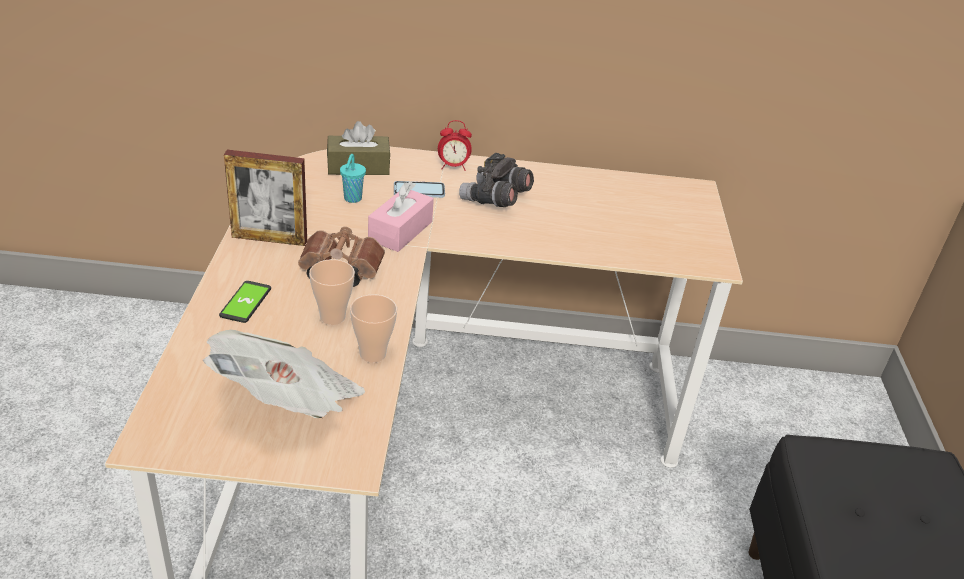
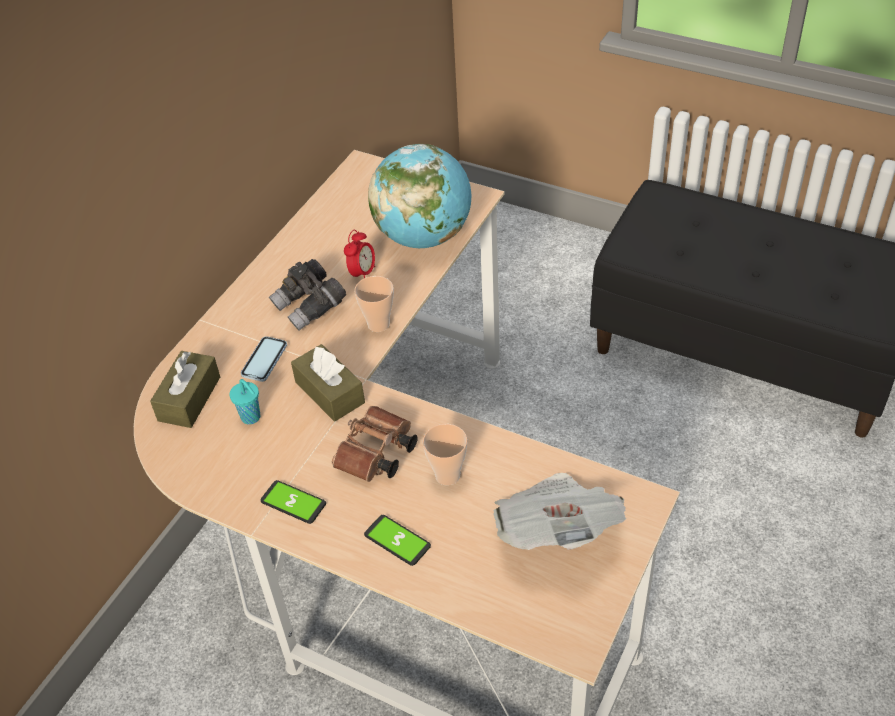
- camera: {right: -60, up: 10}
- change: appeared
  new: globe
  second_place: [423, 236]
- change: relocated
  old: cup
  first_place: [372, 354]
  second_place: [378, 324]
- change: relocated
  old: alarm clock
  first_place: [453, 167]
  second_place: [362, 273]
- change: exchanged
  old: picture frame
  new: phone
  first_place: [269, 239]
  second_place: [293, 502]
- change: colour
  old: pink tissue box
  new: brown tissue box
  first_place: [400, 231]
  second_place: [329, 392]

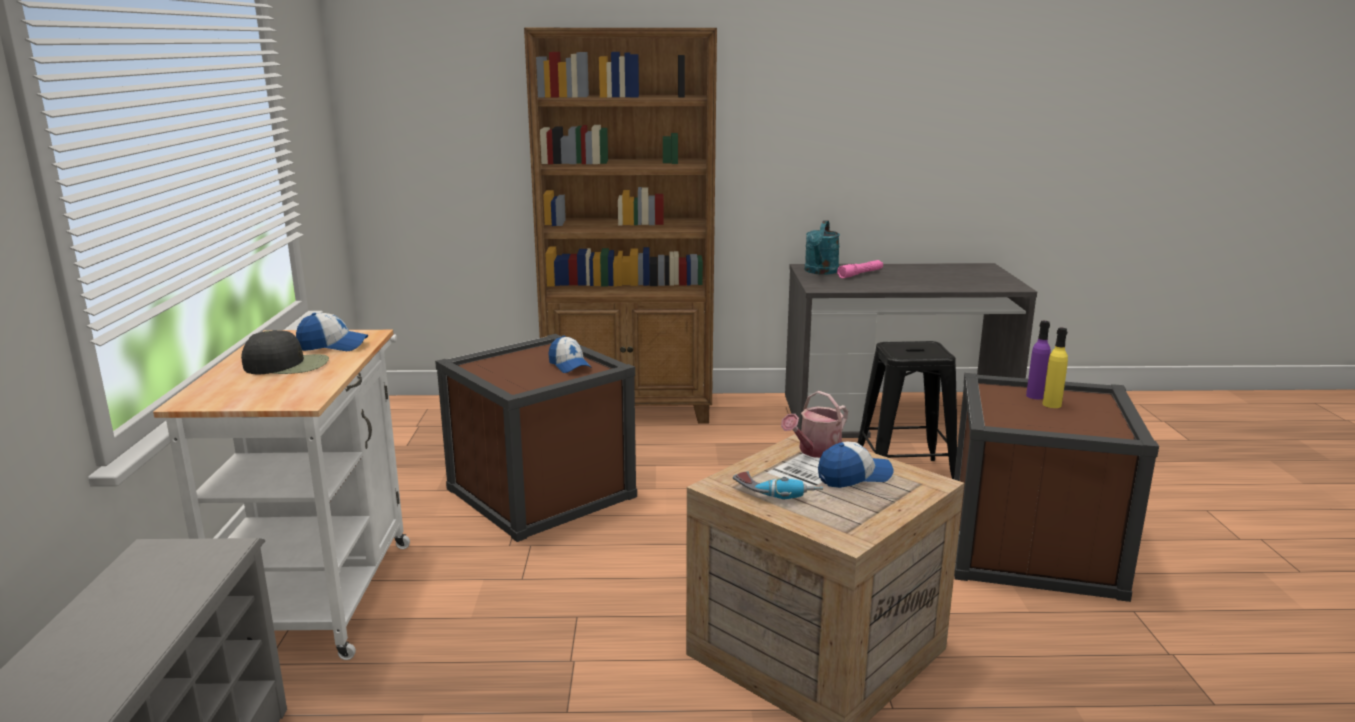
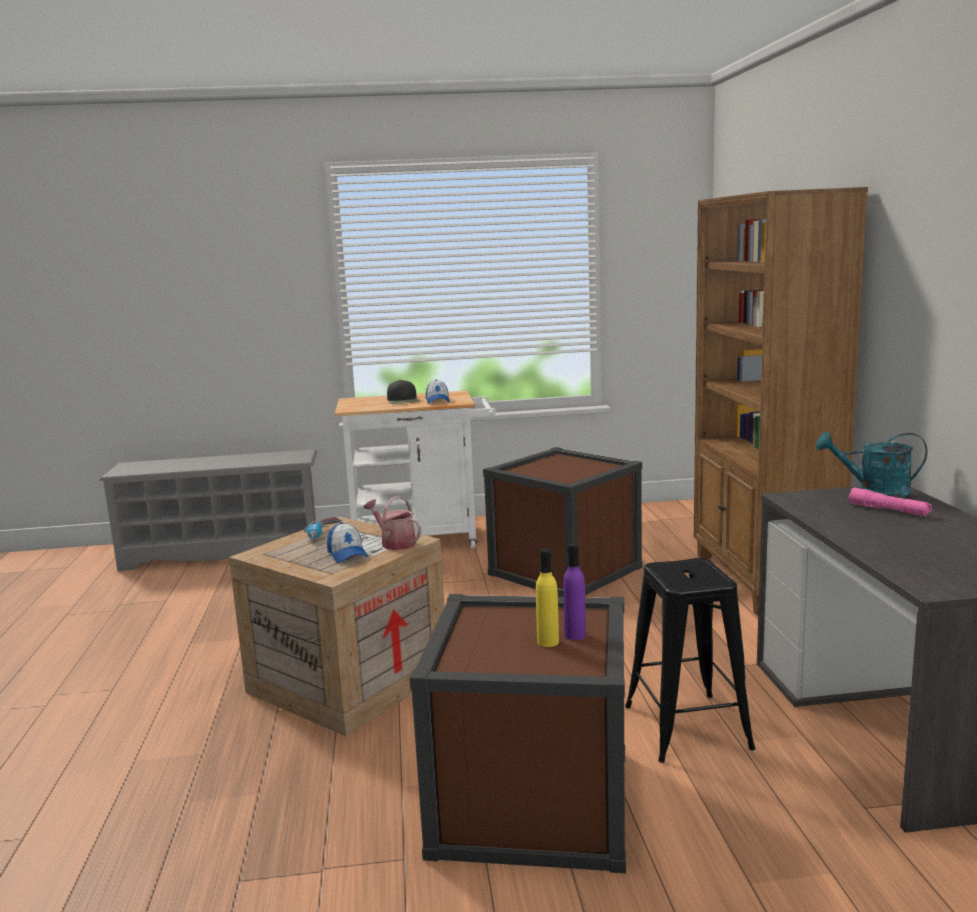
- camera: {right: 85, up: -5}
- change: missing
  old: cap
  first_place: [569, 365]

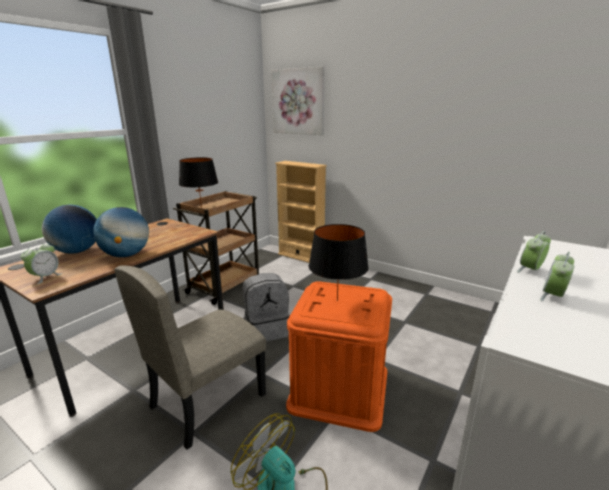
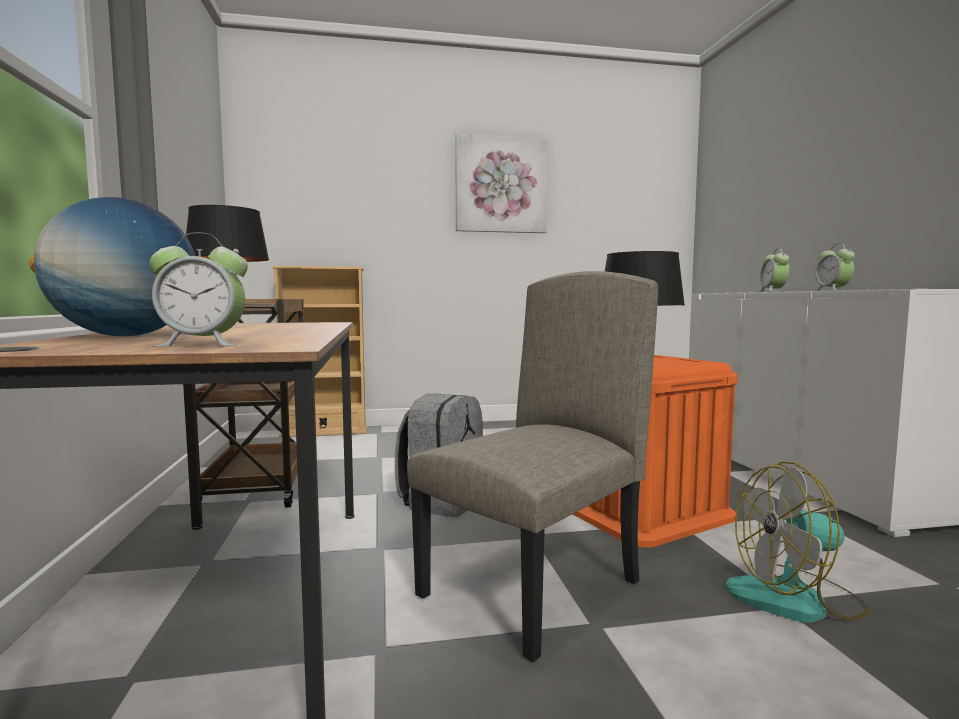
- camera: {right: -45, up: -15}
- change: missing
  old: globe
  first_place: [126, 255]
- change: relocated
  old: picture
  first_place: [298, 102]
  second_place: [500, 185]
- change: spun
  old: alarm clock
  first_place: [45, 277]
  second_place: [203, 344]
  degrees: 105
- change: spun
  old: beige chair
  first_place: [207, 400]
  second_place: [532, 589]
  degrees: -135

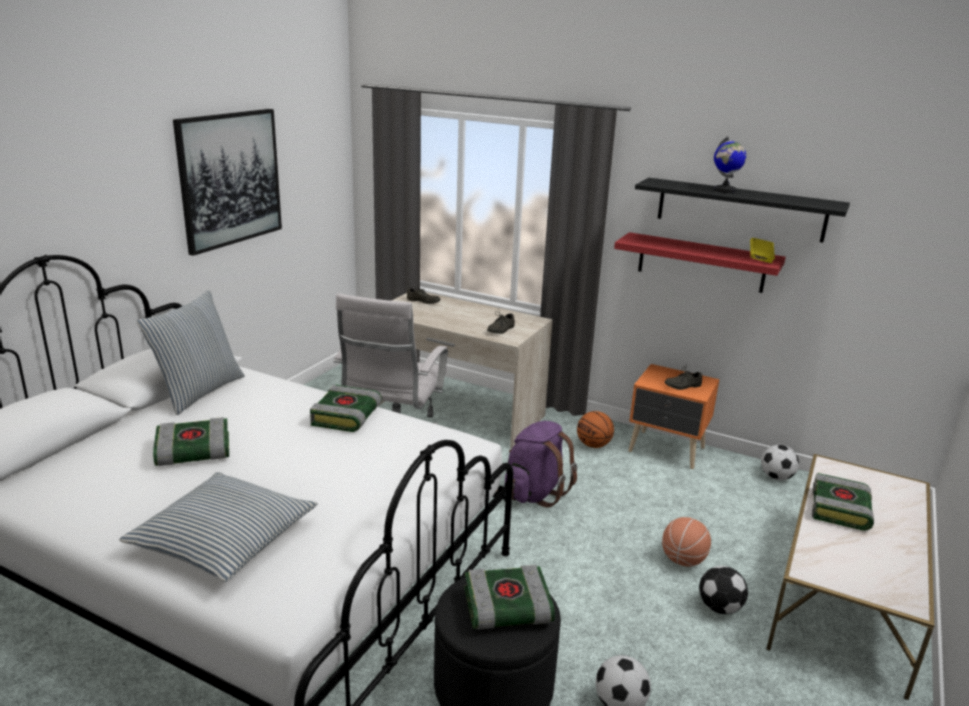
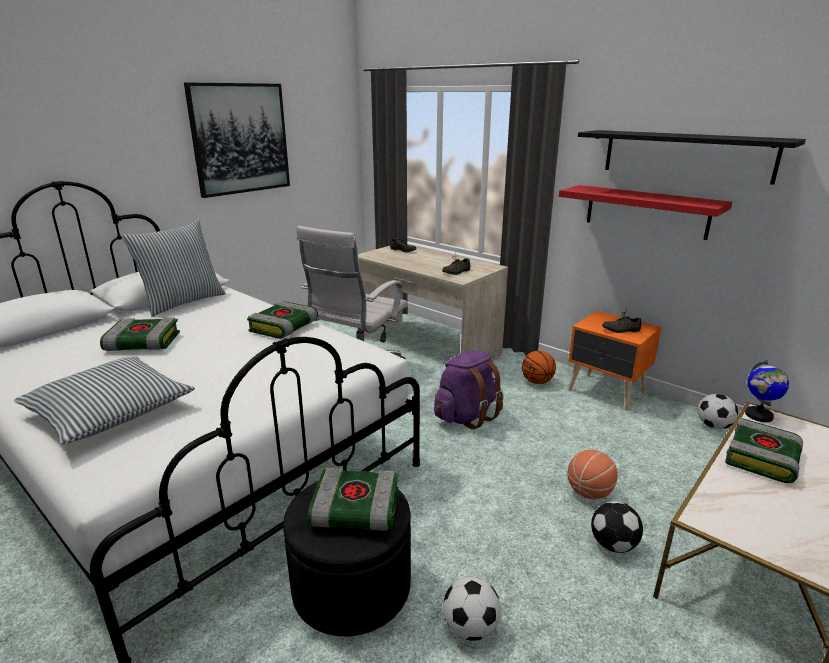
- camera: {right: 15, up: 0}
- change: missing
  old: yellow book
  first_place: [760, 258]
- change: relocated
  old: globe
  first_place: [724, 190]
  second_place: [758, 415]

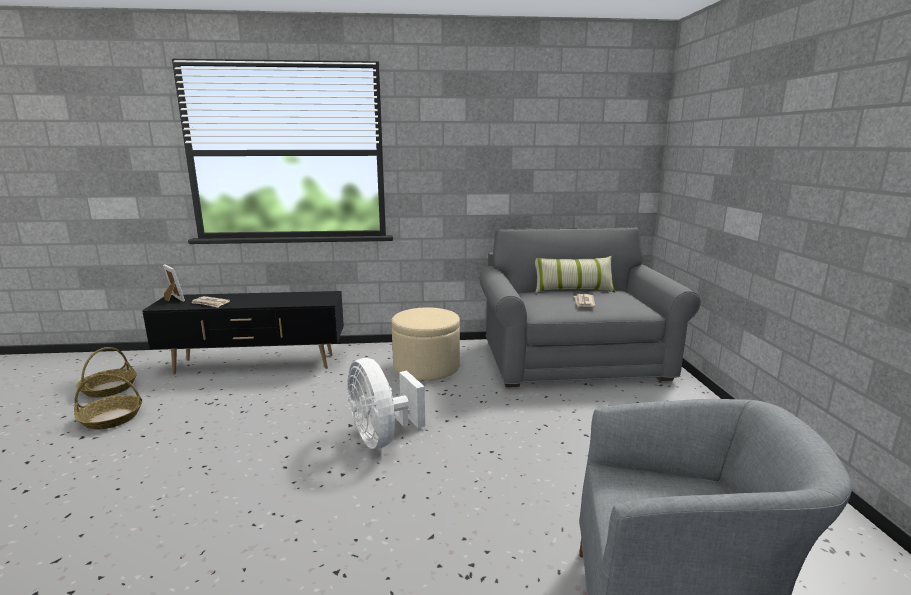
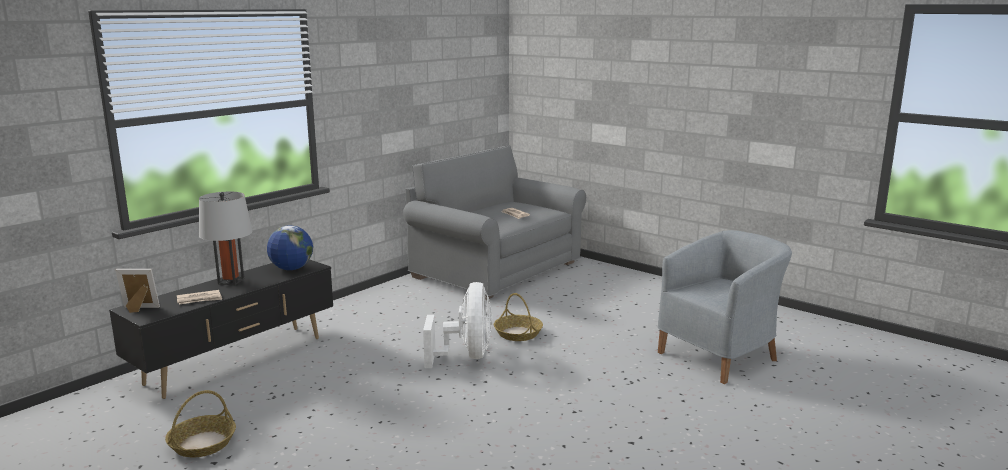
- camera: {right: -45, up: 0}
- change: missing
  old: beige ottoman
  first_place: [426, 368]
- change: missing
  old: pillow
  first_place: [573, 290]
- change: appeared
  new: grey table lamp
  second_place: [231, 281]
- change: appeared
  new: globe
  second_place: [291, 269]
- change: relocated
  old: basket
  first_place: [109, 388]
  second_place: [517, 333]
- change: spun
  old: white fan
  first_place: [382, 437]
  second_place: [466, 356]
  degrees: -105

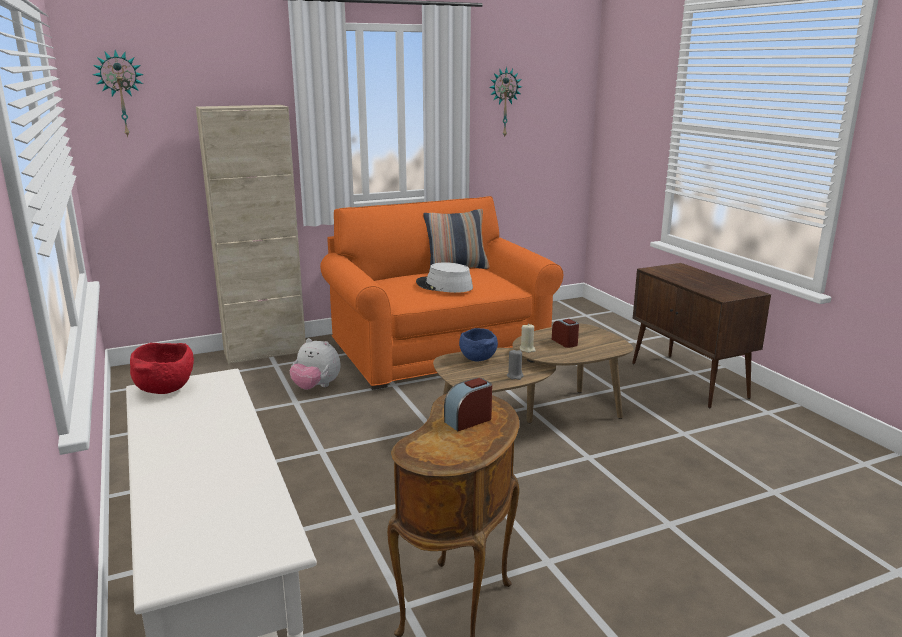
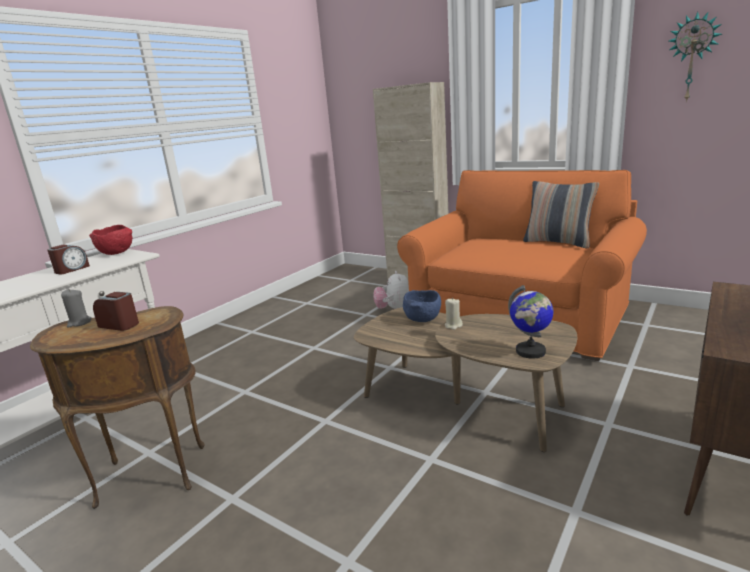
- camera: {right: 60, up: 0}
- change: missing
  old: wall clock
  first_place: [121, 94]
- change: missing
  old: grey hat
  first_place: [444, 286]
- change: appeared
  new: globe
  second_place: [530, 351]
- change: relocated
  old: grey candle
  first_place: [515, 376]
  second_place: [79, 323]
- change: relocated
  old: alarm clock
  first_place: [565, 342]
  second_place: [72, 269]

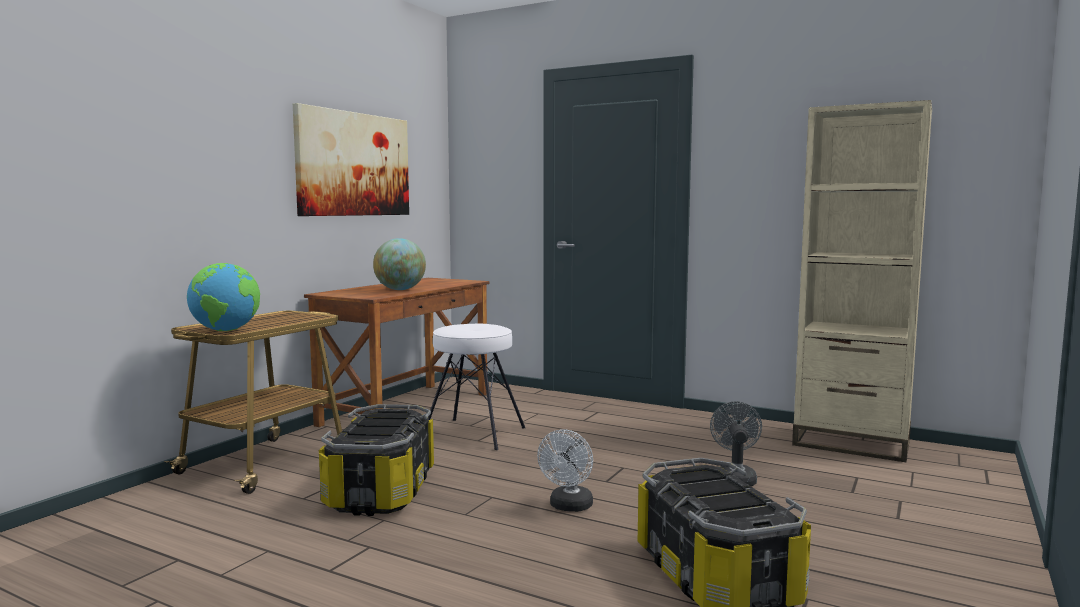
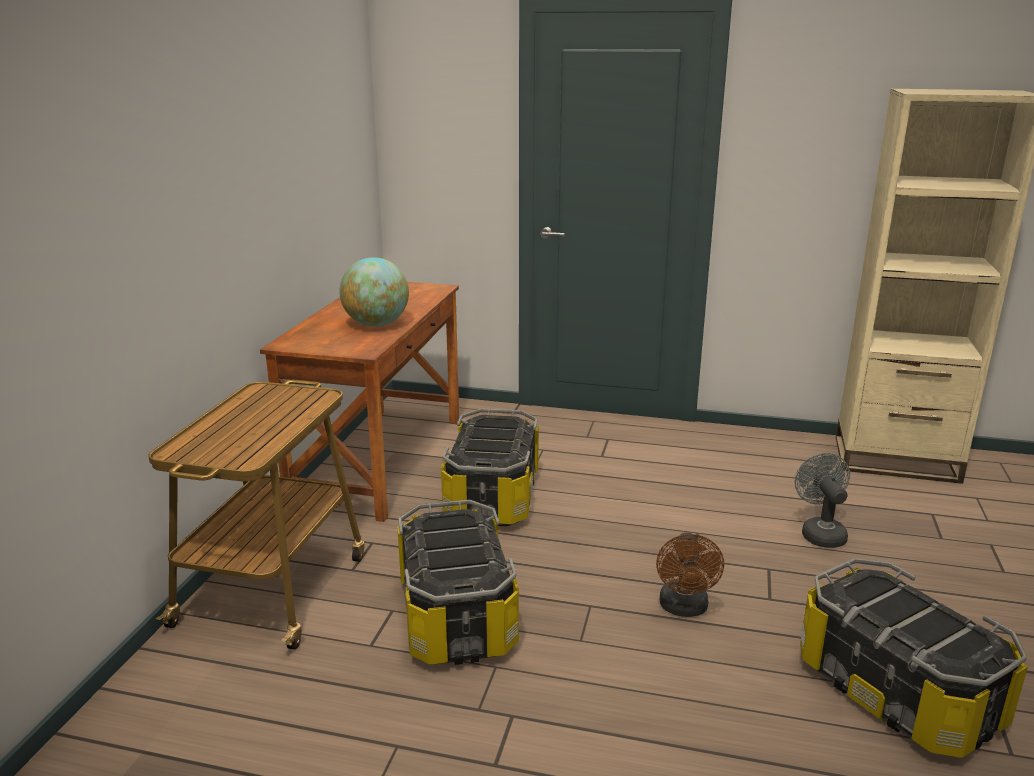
- camera: {right: -15, up: 15}
- change: missing
  old: globe
  first_place: [226, 330]
- change: missing
  old: picture
  first_place: [354, 164]
- change: exchanged
  old: white stool
  new: storage box
  first_place: [473, 434]
  second_place: [493, 497]
- change: colour
  old: white fan
  new: brown fan
  first_place: [569, 507]
  second_place: [684, 608]

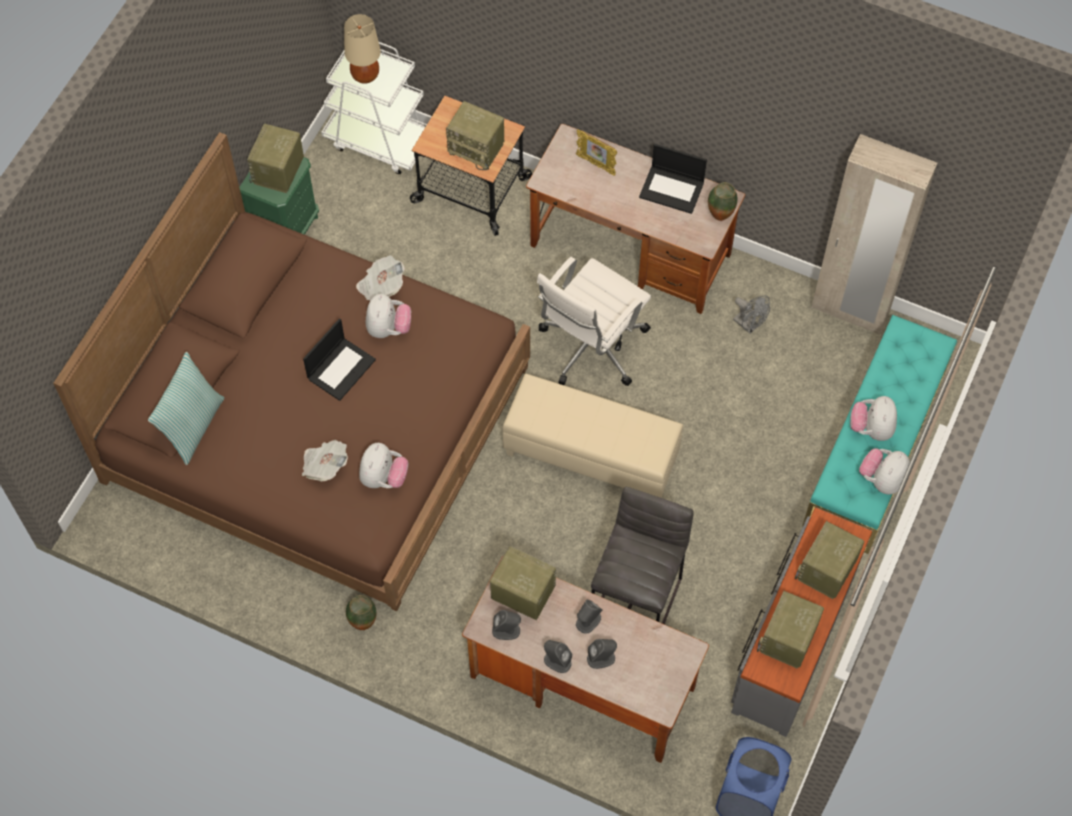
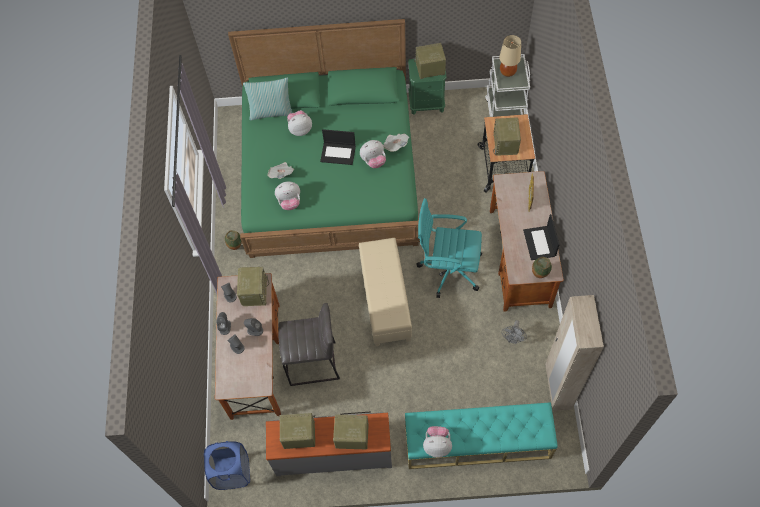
- camera: {right: 65, up: 0}
- change: relocated
  old: plush toy
  first_place: [871, 428]
  second_place: [300, 129]
- change: colour
  old: brown bed
  new: green bed
  first_place: [317, 422]
  second_place: [330, 172]
- change: colour
  old: white office chair
  new: turquoise office chair
  first_place: [590, 347]
  second_place: [448, 268]

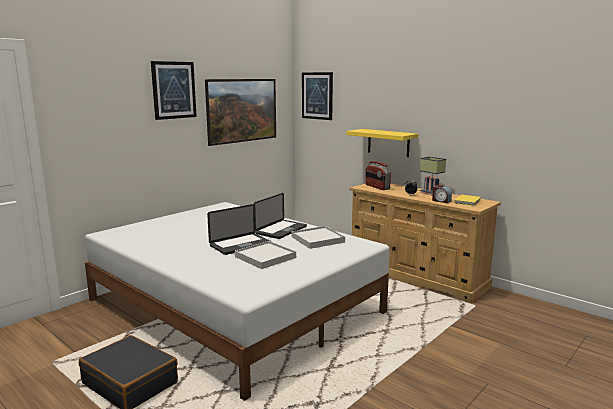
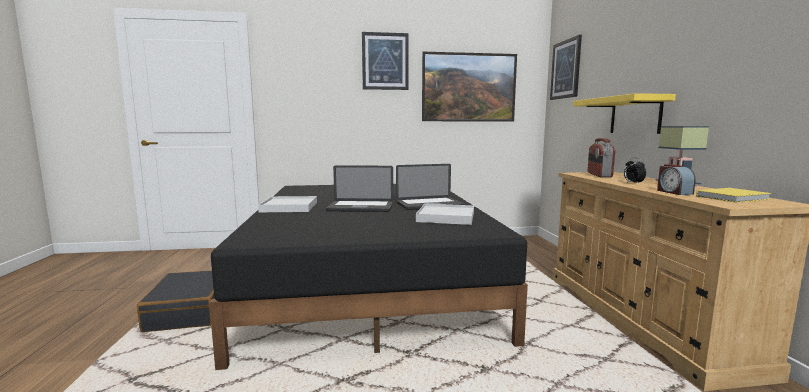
- camera: {right: 40, up: -5}
- change: relocated
  old: white tray
  first_place: [265, 257]
  second_place: [289, 207]
- change: colour
  old: white bed
  new: black bed
  first_place: [234, 306]
  second_place: [369, 281]

